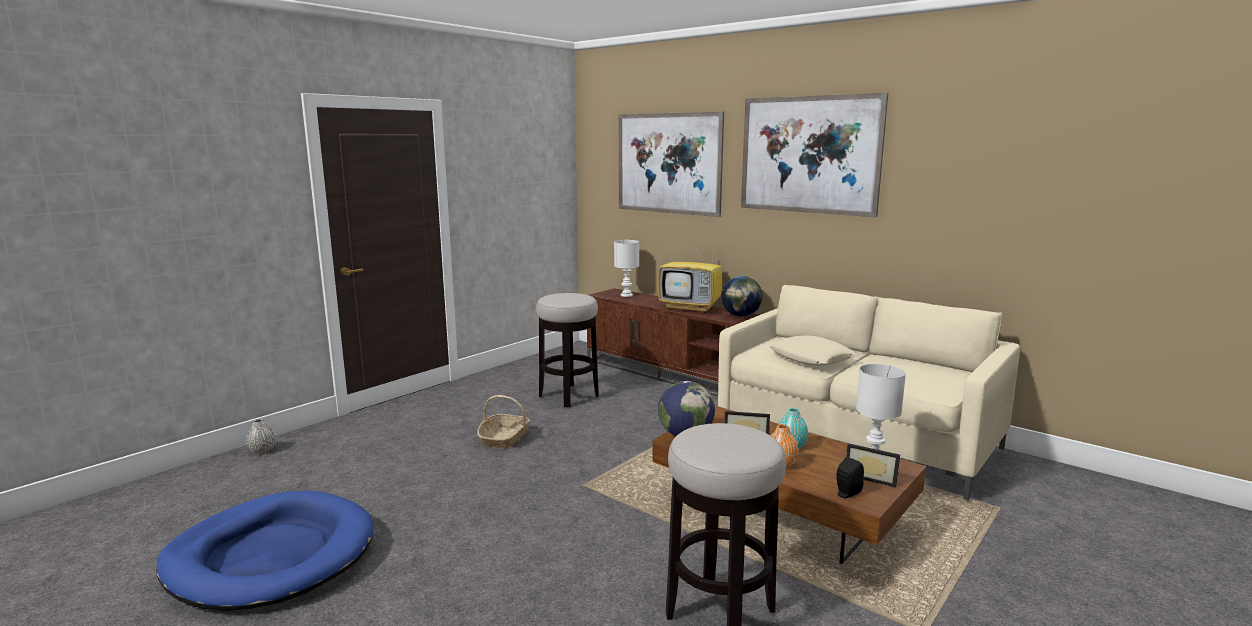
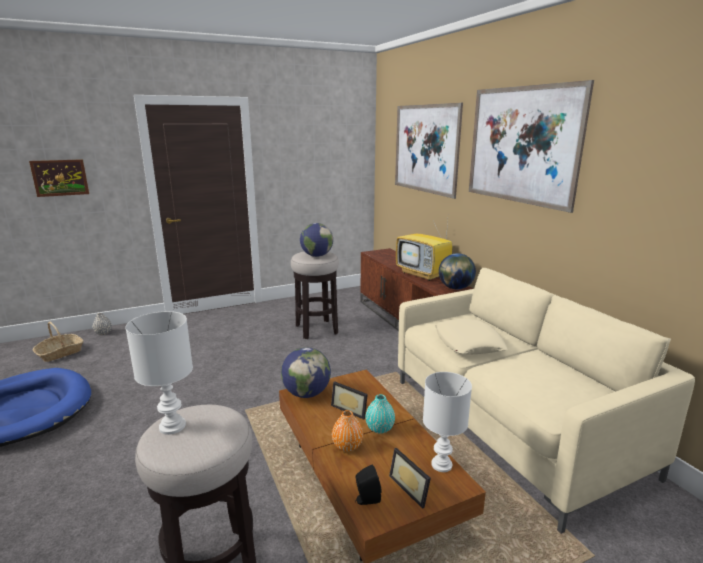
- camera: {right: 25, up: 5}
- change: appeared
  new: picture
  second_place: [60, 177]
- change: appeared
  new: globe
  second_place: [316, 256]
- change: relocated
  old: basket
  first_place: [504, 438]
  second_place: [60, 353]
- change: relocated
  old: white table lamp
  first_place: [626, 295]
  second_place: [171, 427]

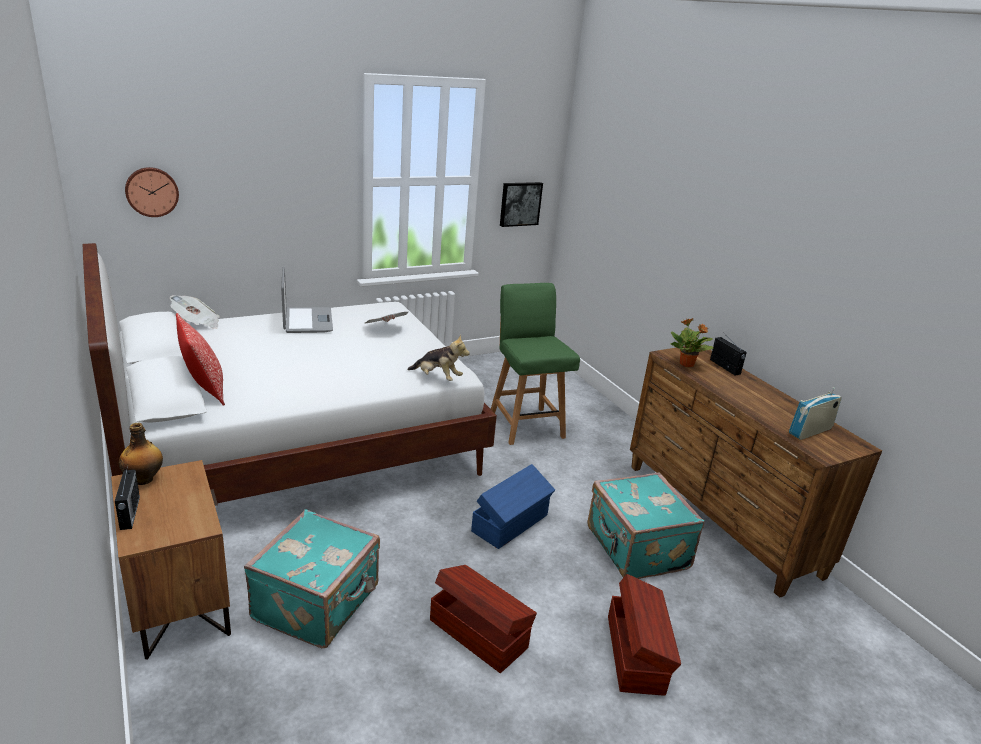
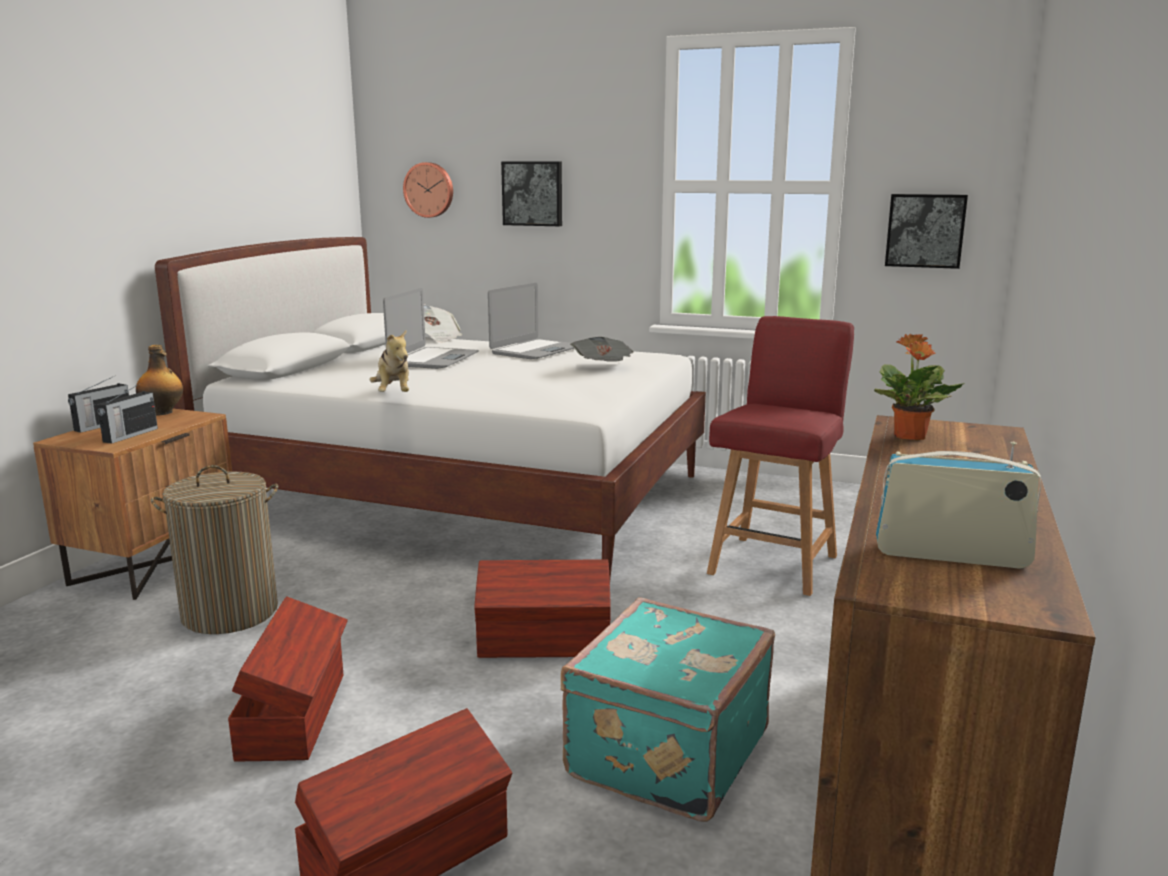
- camera: {right: 50, up: -10}
- change: missing
  old: pillow
  first_place: [204, 390]
- change: appeared
  new: laptop
  second_place: [433, 359]
- change: appeared
  new: picture
  second_place: [533, 193]
- change: relocated
  old: plush toy
  first_place: [437, 378]
  second_place: [393, 394]
- change: relocated
  old: radio
  first_place: [725, 367]
  second_place: [129, 435]
- change: exchanged
  old: turquoise suitcase
  new: laundry basket
  first_place: [318, 603]
  second_place: [230, 612]
- change: colour
  old: blue storage box
  new: brown storage box
  first_place: [511, 523]
  second_place: [545, 643]
- change: colour
  old: green chair
  new: red chair
  first_place: [526, 424]
  second_place: [774, 563]

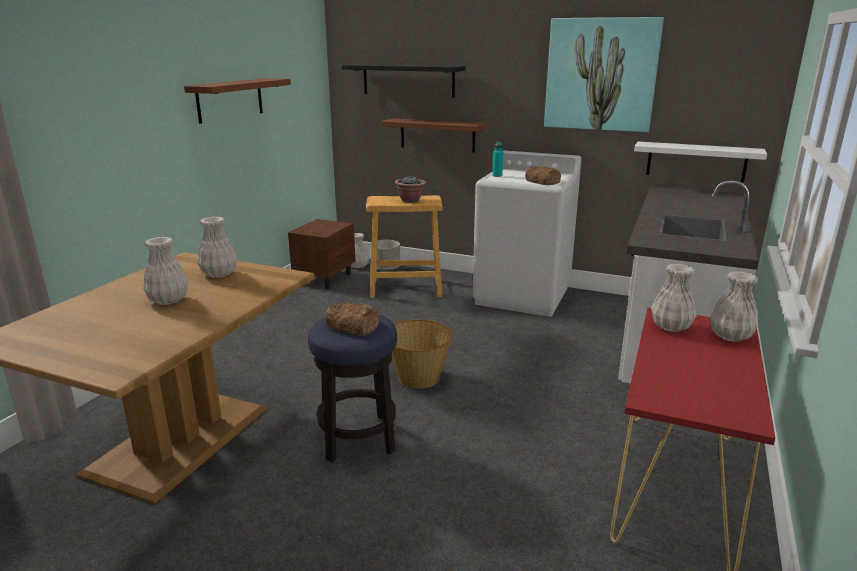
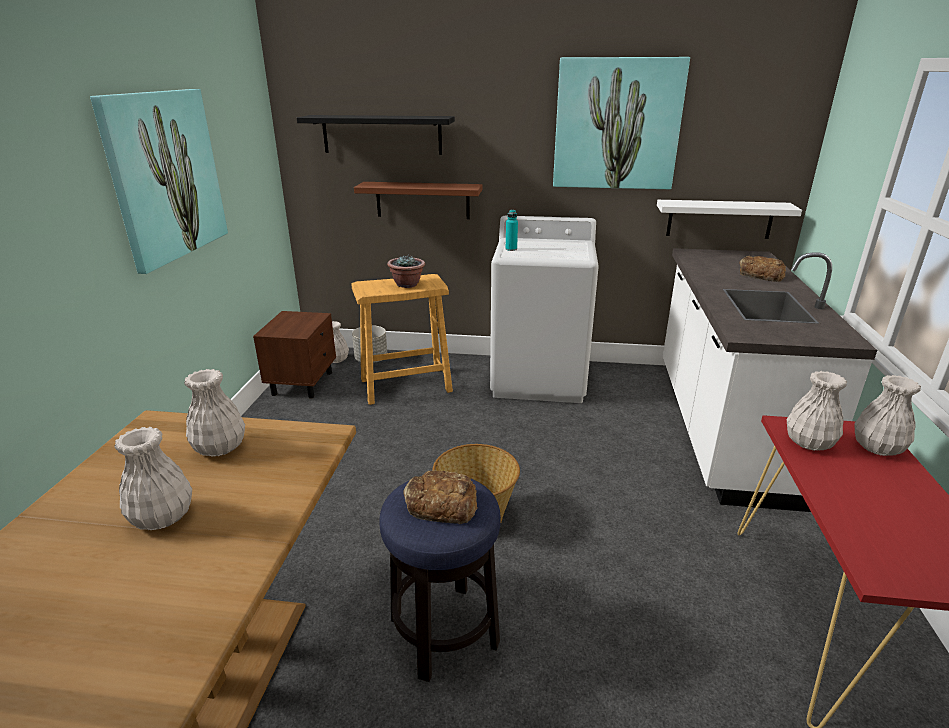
- camera: {right: -15, up: 5}
- change: relocated
  old: bread
  first_place: [542, 181]
  second_place: [761, 274]
- change: exchanged
  old: brown shelf
  new: picture
  first_place: [230, 100]
  second_place: [165, 176]

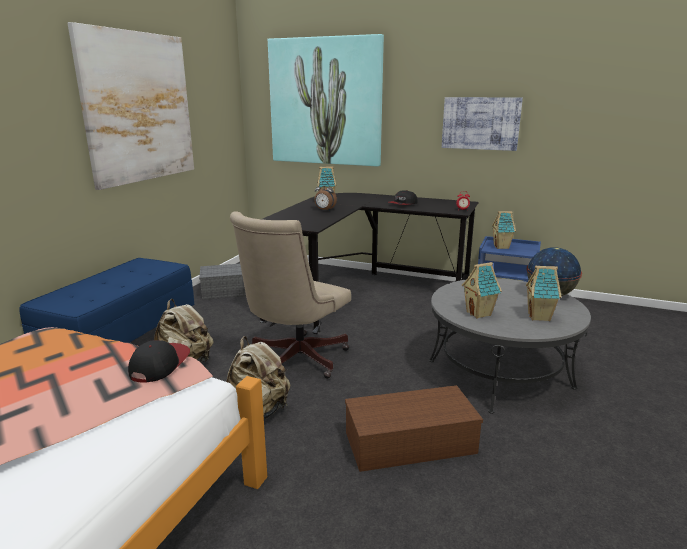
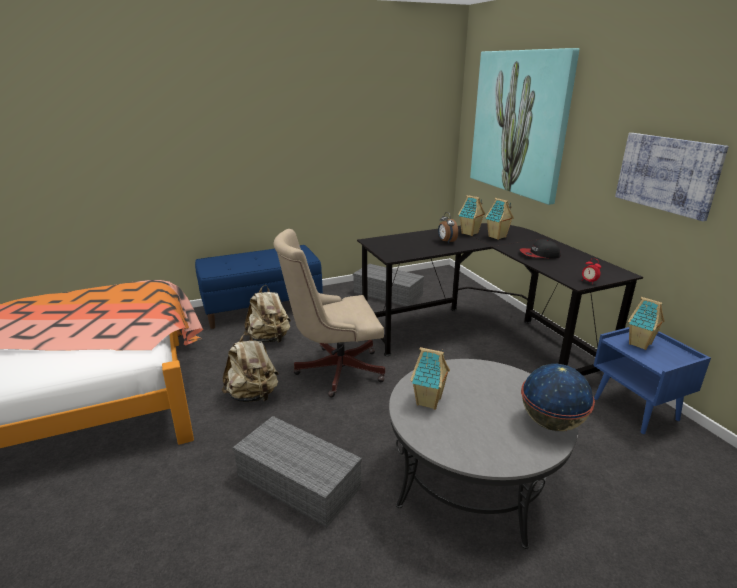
- camera: {right: 45, up: 5}
- change: missing
  old: picture
  first_place: [139, 108]
- change: missing
  old: cap
  first_place: [159, 364]
- change: relocated
  old: toy house
  first_place: [540, 317]
  second_place: [497, 237]
- change: colour
  old: brown storage box
  new: grey storage box
  first_place: [411, 441]
  second_place: [300, 481]

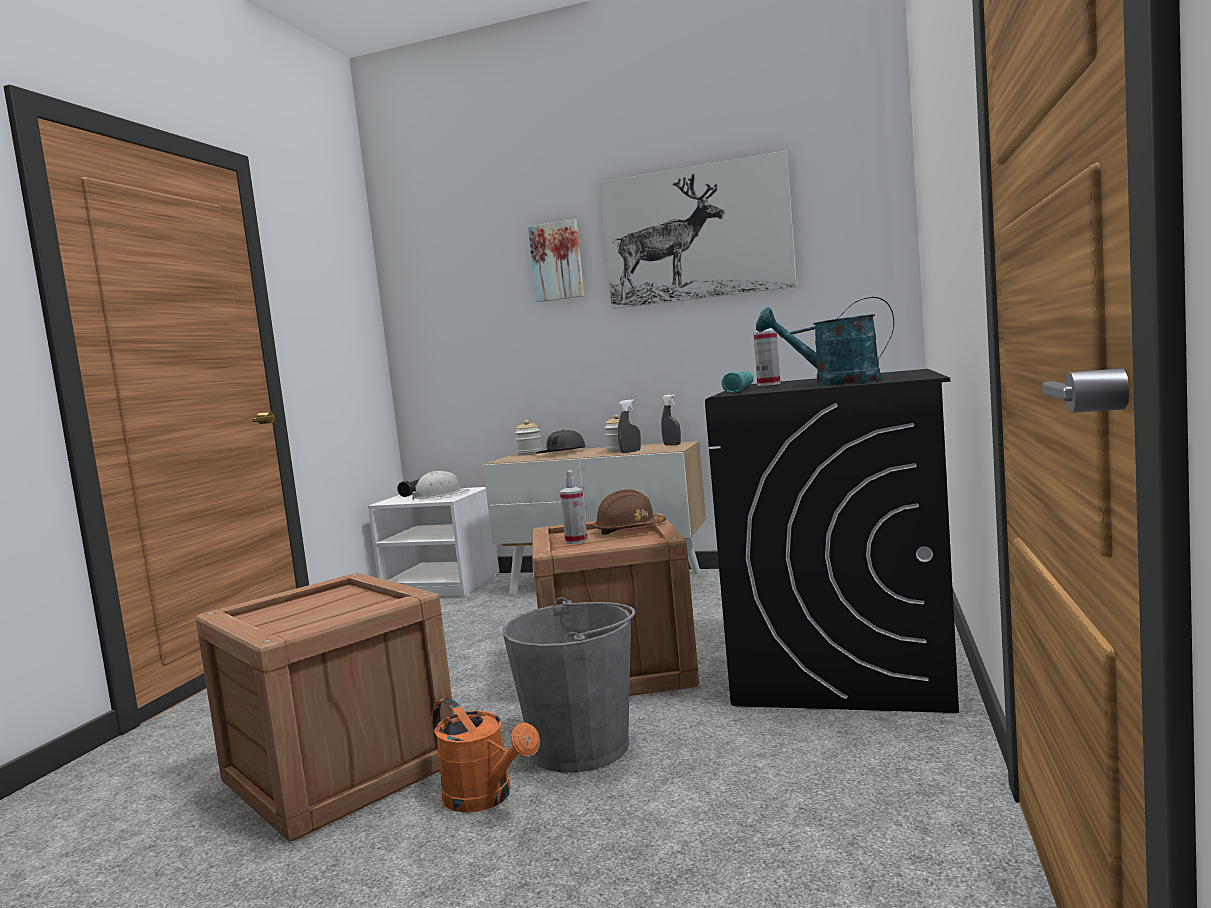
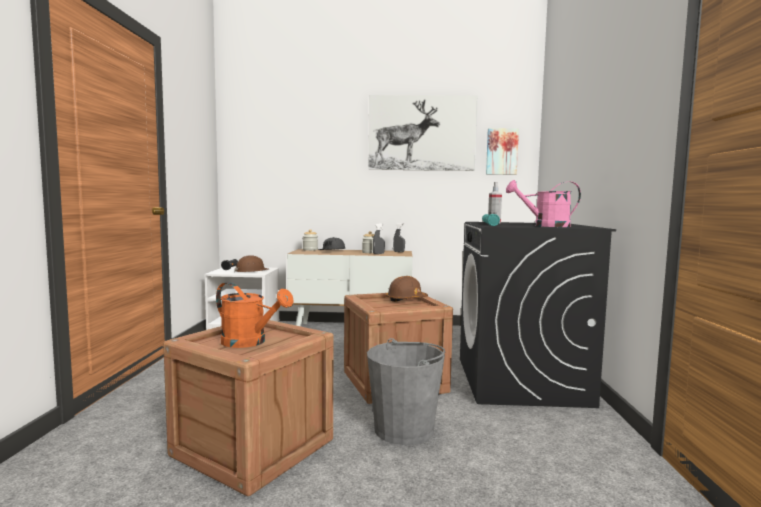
- camera: {right: -15, up: 0}
- change: missing
  old: spray bottle
  first_place: [576, 541]
- change: relocated
  old: orange watering can
  first_place: [486, 798]
  second_place: [250, 342]
- change: relocated
  old: picture
  first_place: [557, 261]
  second_place: [501, 151]
- change: colour
  old: white hard hat
  new: brown hard hat
  first_place: [440, 495]
  second_place: [251, 271]
- change: colour
  old: turquoise watering can
  new: pink watering can
  first_place: [834, 383]
  second_place: [545, 226]

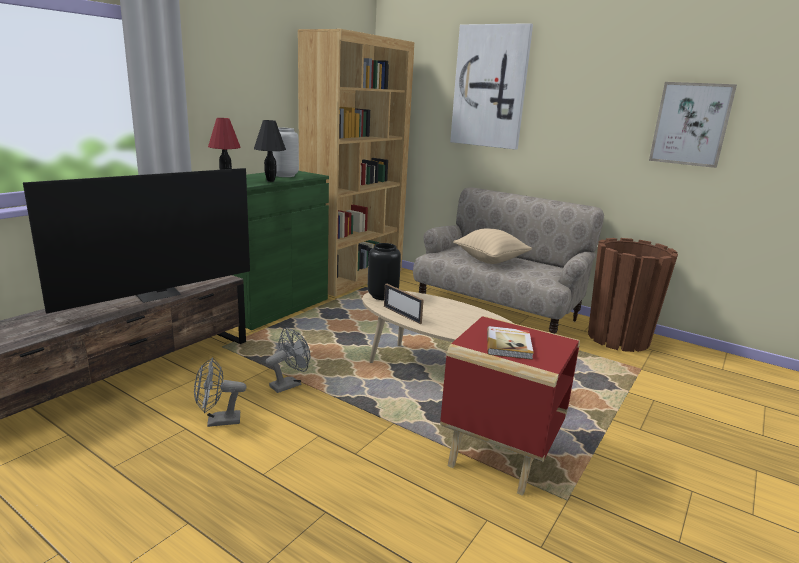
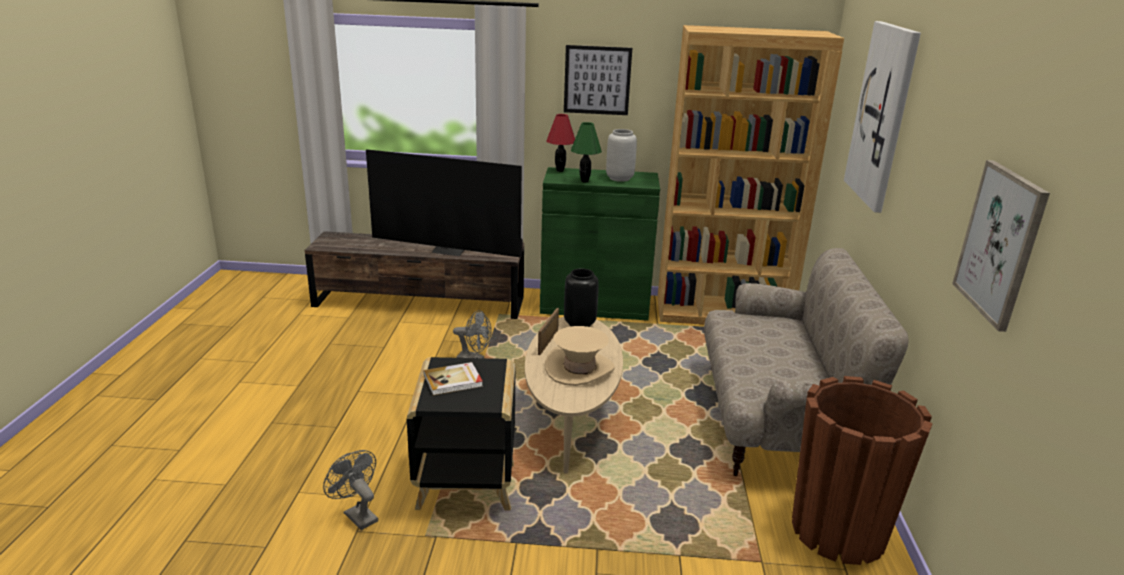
- camera: {right: 60, up: 5}
- change: missing
  old: beige pillow
  first_place: [490, 260]
- change: appeared
  new: beige hat
  second_place: [579, 369]
- change: appeared
  new: picture
  second_place: [597, 80]
- change: relocated
  old: grey fan
  first_place: [218, 421]
  second_place: [357, 515]
- change: colour
  old: black table lamp
  new: green table lamp
  first_place: [271, 181]
  second_place: [585, 181]
- change: colour
  old: red side table
  new: black side table
  first_place: [501, 452]
  second_place: [468, 485]

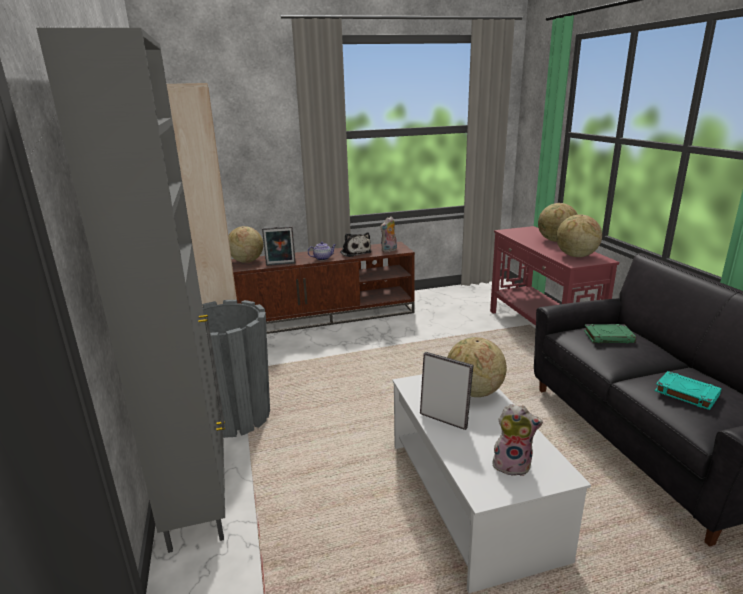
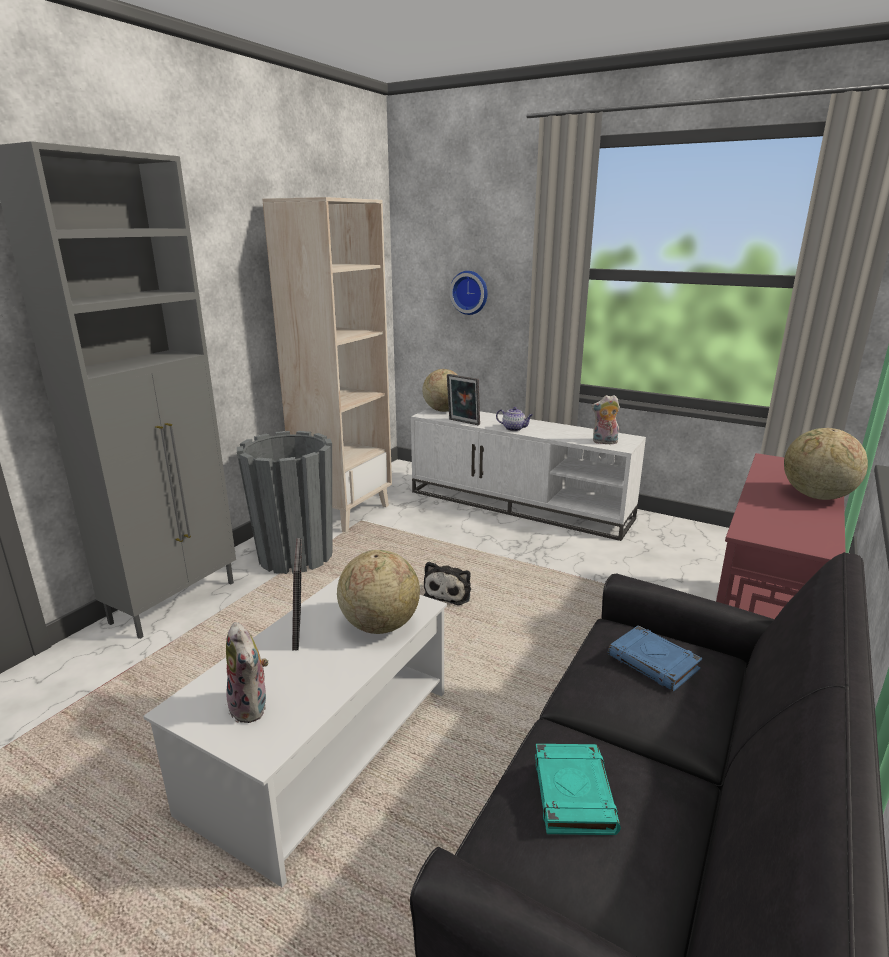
- camera: {right: 45, up: 0}
- change: missing
  old: globe
  first_place: [575, 256]
- change: appeared
  new: wall clock
  second_place: [470, 292]
- change: relocated
  old: plush toy
  first_place: [355, 252]
  second_place: [449, 592]
- change: colour
  old: brown tv stand
  new: white tv stand
  first_place: [328, 316]
  second_place: [520, 505]
- change: colour
  old: green book
  new: blue book
  first_place: [609, 337]
  second_place: [654, 663]

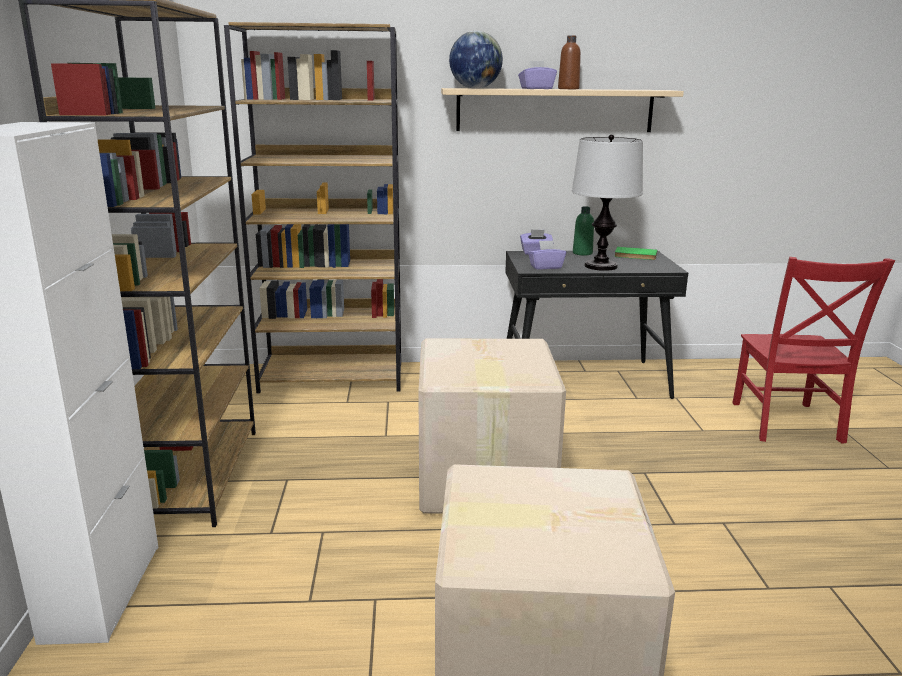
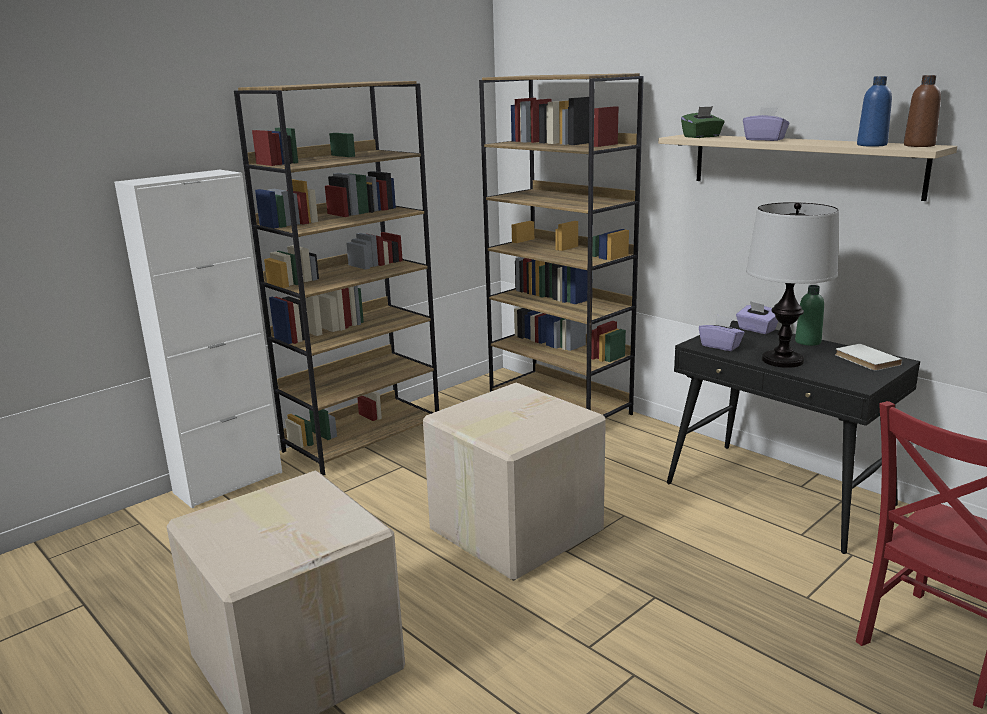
- camera: {right: 50, up: 0}
- change: appeared
  new: blue bottle
  second_place: [871, 145]
- change: relocated
  old: brown bottle
  first_place: [568, 89]
  second_place: [919, 145]
- change: exchanged
  old: globe
  new: green tissue box
  first_place: [475, 88]
  second_place: [702, 137]
- change: colour
  old: green book
  new: white book
  first_place: [635, 255]
  second_place: [865, 360]

